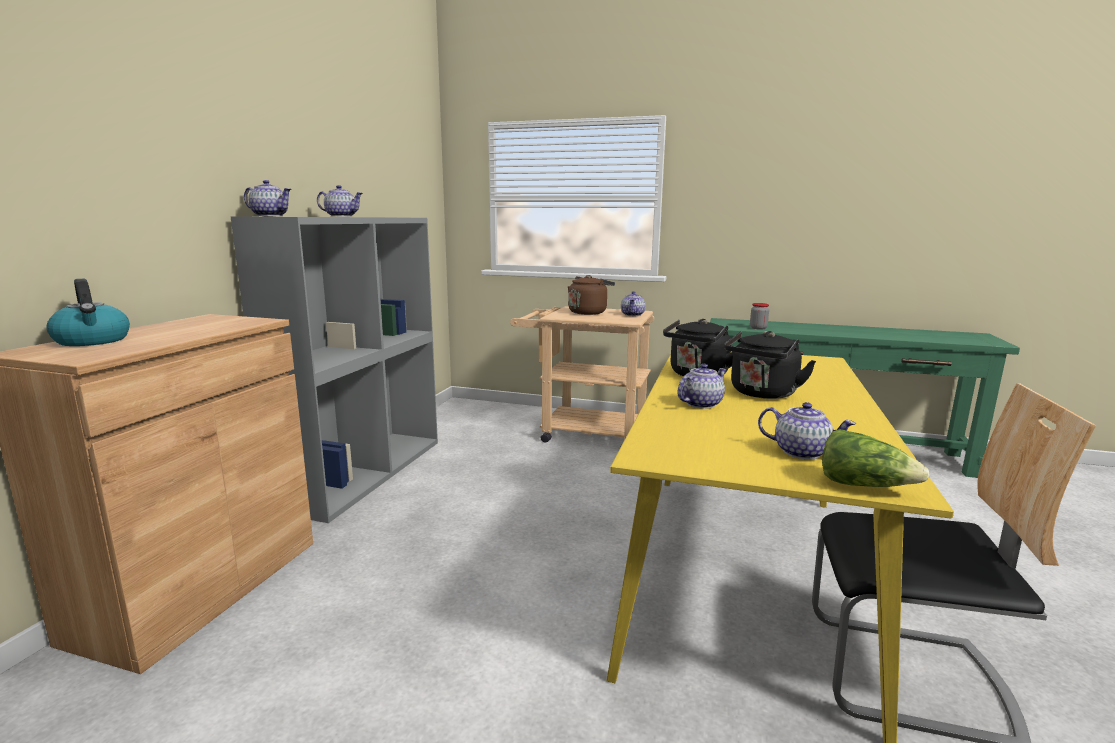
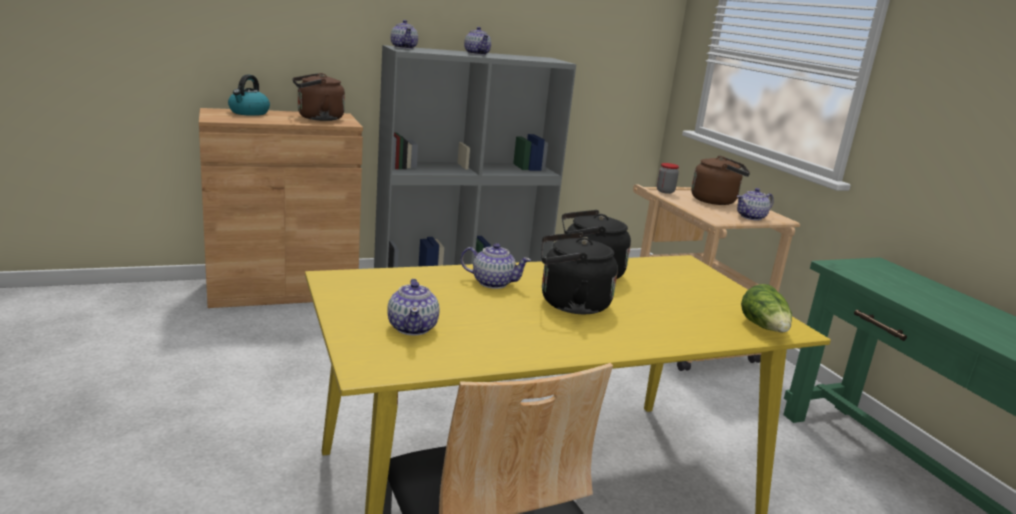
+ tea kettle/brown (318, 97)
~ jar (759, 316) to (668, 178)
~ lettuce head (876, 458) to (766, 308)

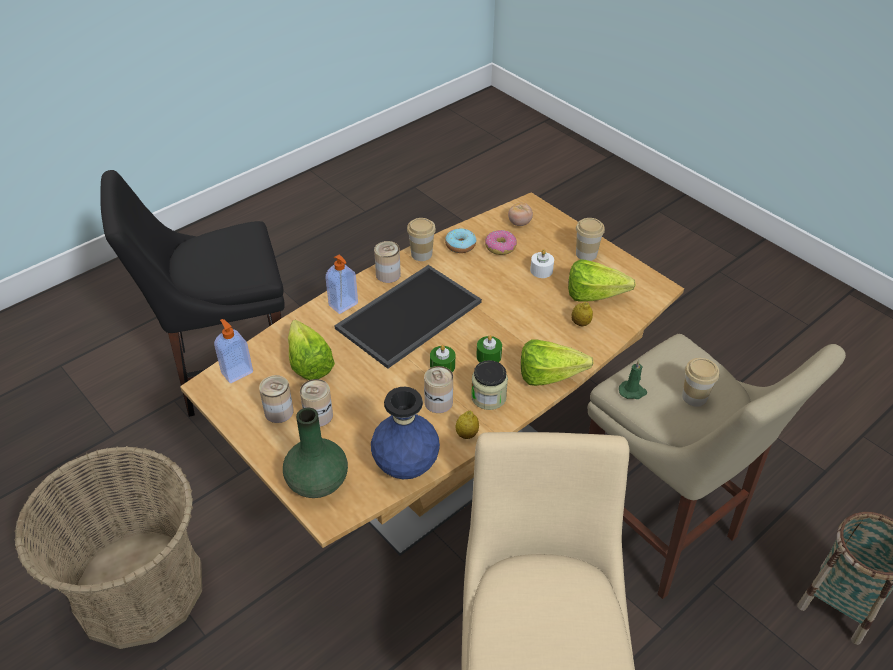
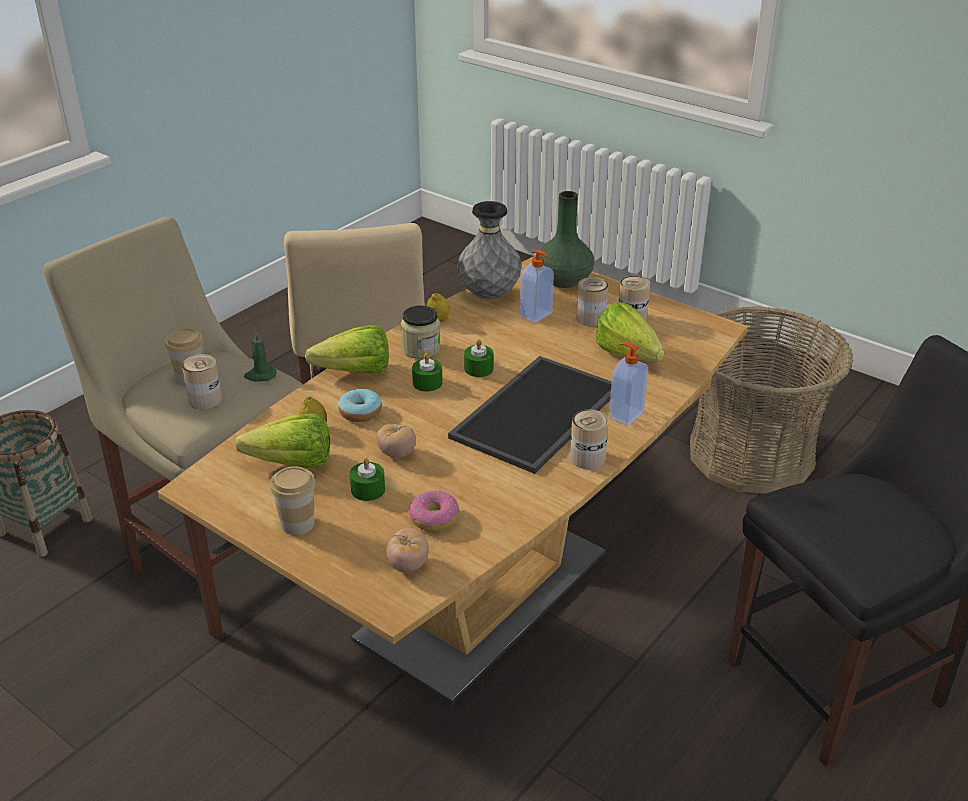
~ metal can (438, 389) to (202, 381)
~ donut (460, 240) to (360, 405)
~ wax candle/white (542, 263) to wax candle/greenish (367, 479)
+ whole tomato (396, 441)
~ vase/blue (405, 433) to vase/greyish (489, 250)
~ liquid soap bottle (233, 351) to (537, 286)
- small cup (421, 239)

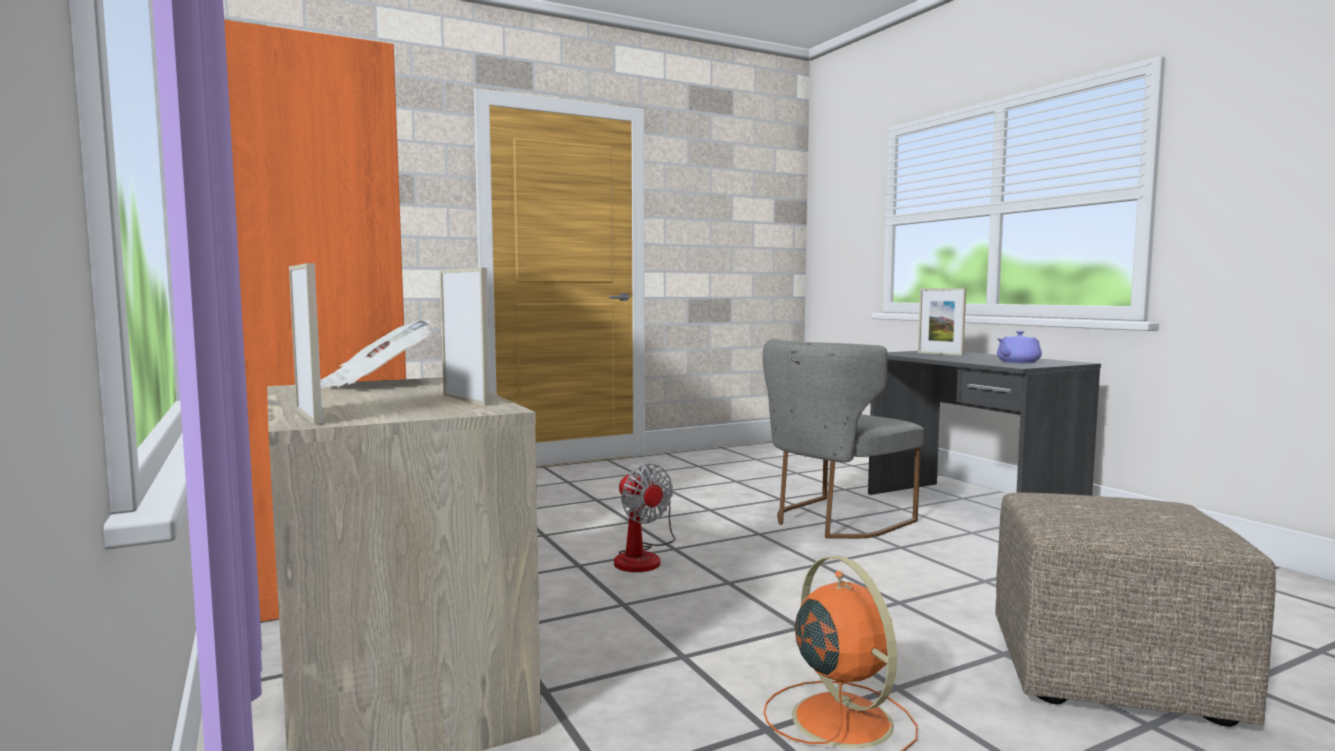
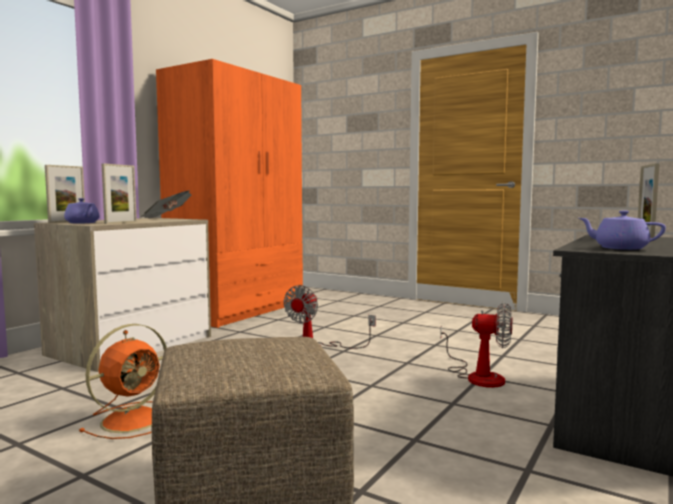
+ tea pot/purple (81, 211)
~ chair/greyish (843, 439) to cooling fan (476, 345)

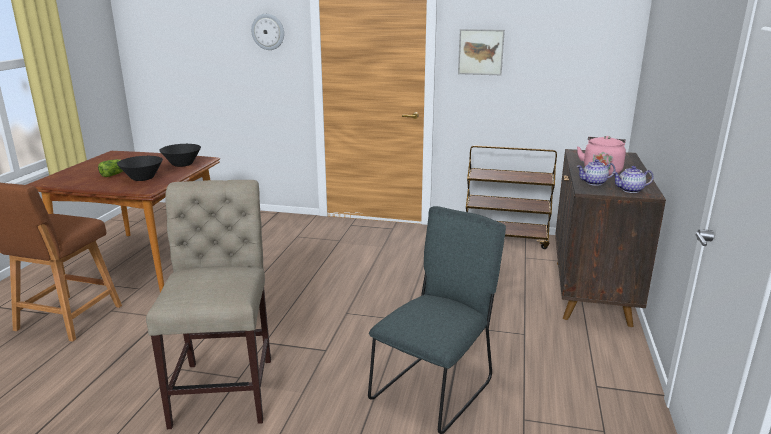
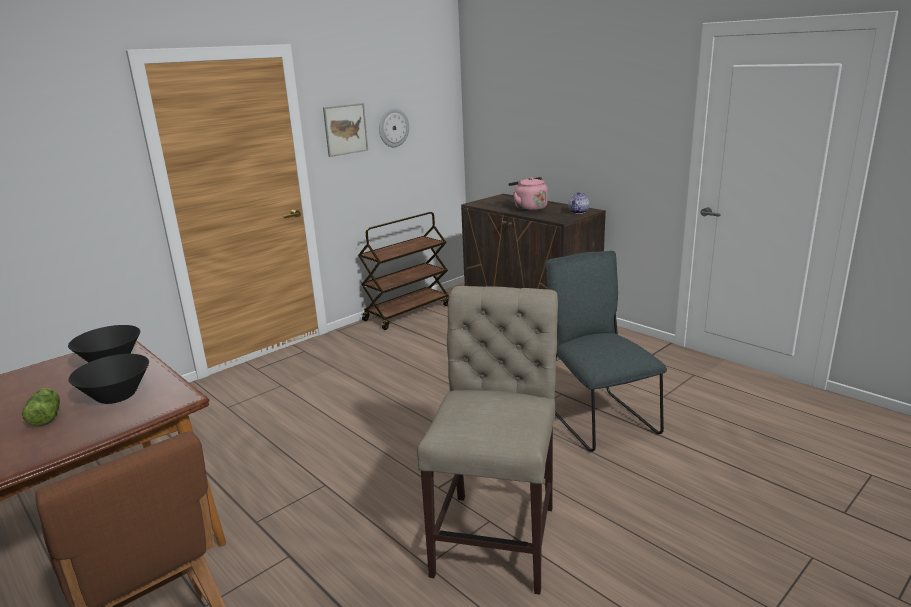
~ clock on the wall (267, 32) to (394, 127)
~ chair/beige-coloured (208, 304) = (487, 440) 75 degrees clockwise
- tea pot (595, 172)

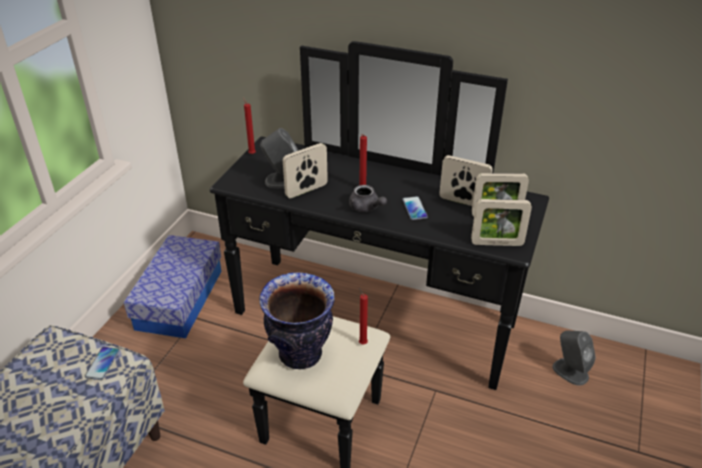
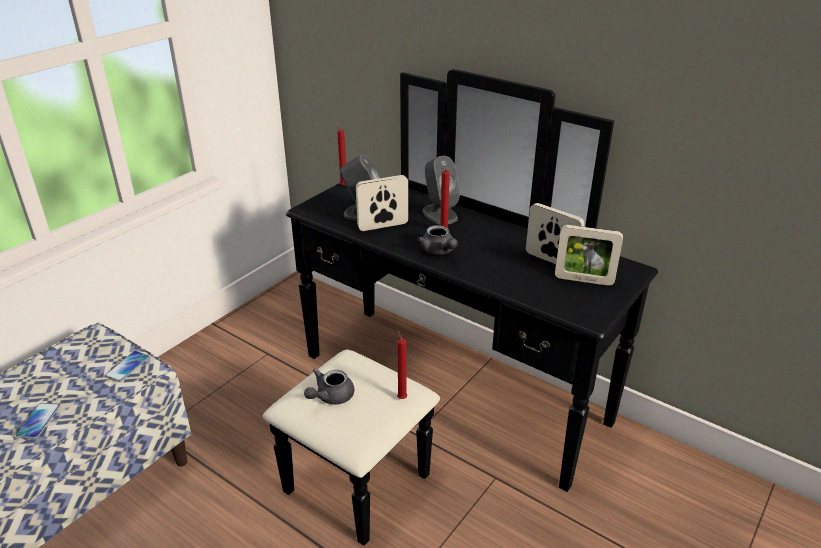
~ handset (415, 208) to (38, 421)
~ vase (297, 320) to tea pot/greyish (329, 386)
~ speaker/greyish (574, 358) to (441, 190)
- storage box (173, 286)
- photo frame (501, 222)

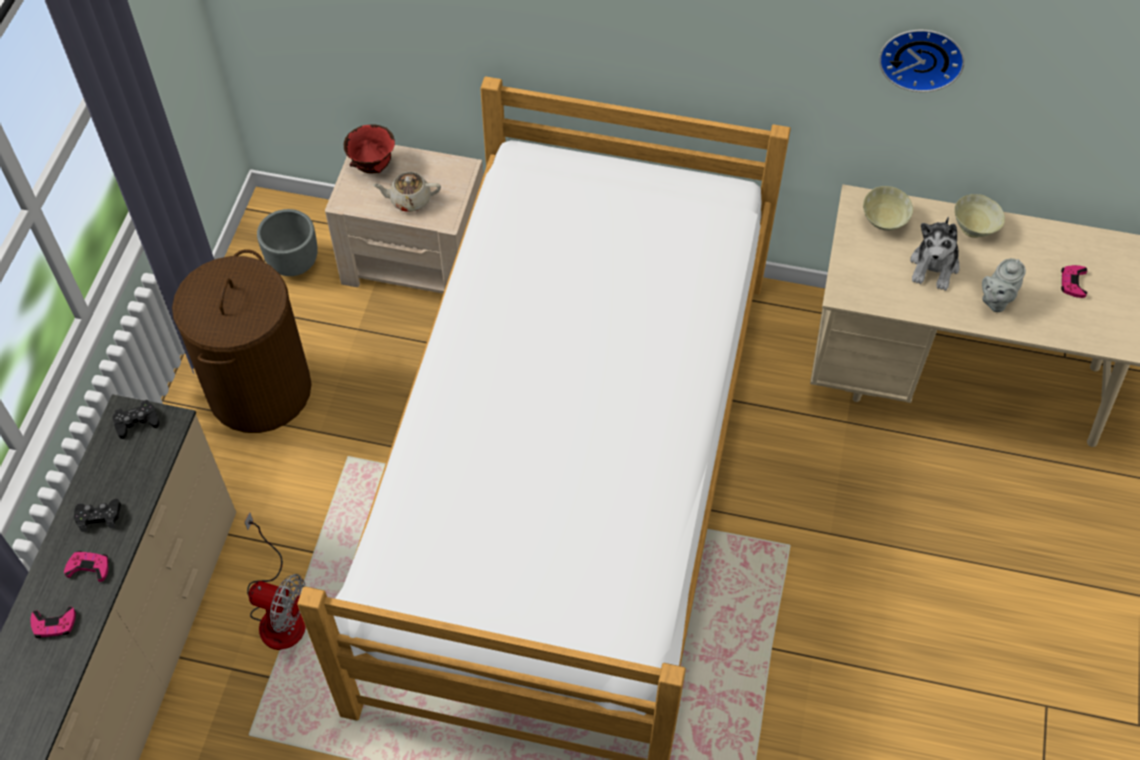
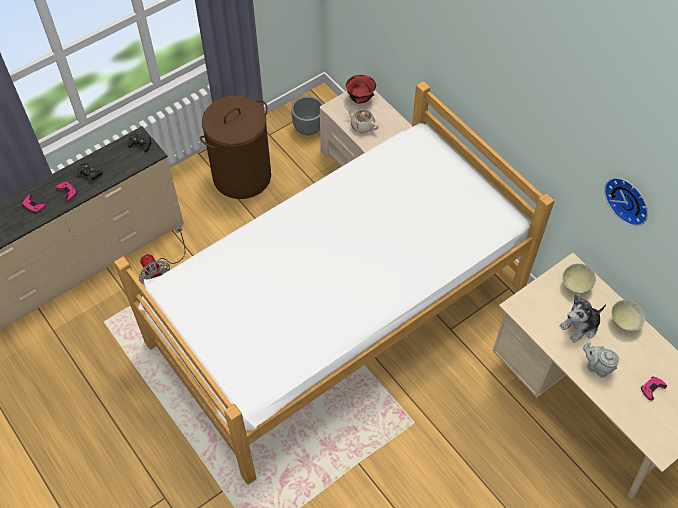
~ tea pot/greyish (1004, 285) = (601, 360) 45 degrees clockwise

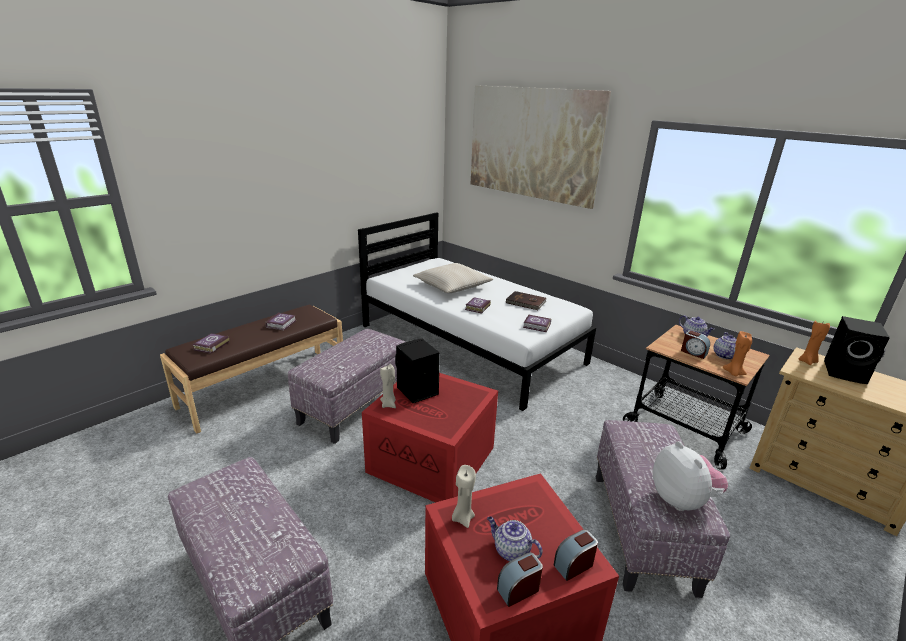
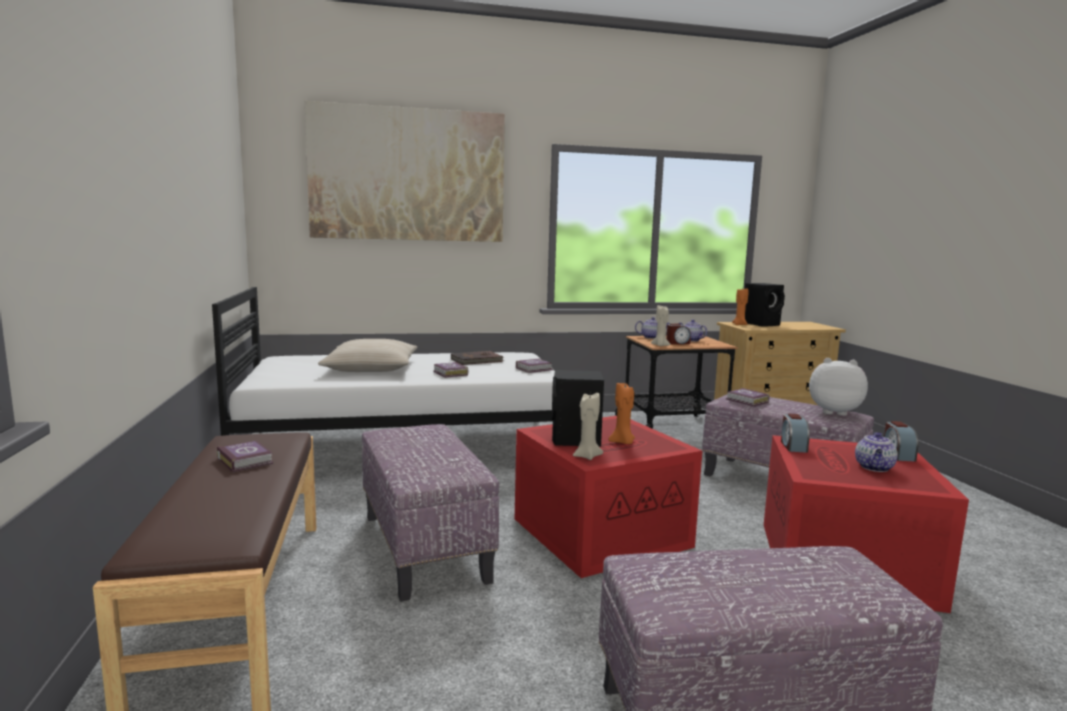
~ wax candle/orange-coloured (737, 353) to (621, 413)
~ wax candle/beige-coloured (464, 496) to (661, 325)
~ bound book (210, 343) to (748, 397)
~ bedside clock (520, 579) to (795, 433)
~ tea pot (514, 538) = (876, 452) 45 degrees counterclockwise

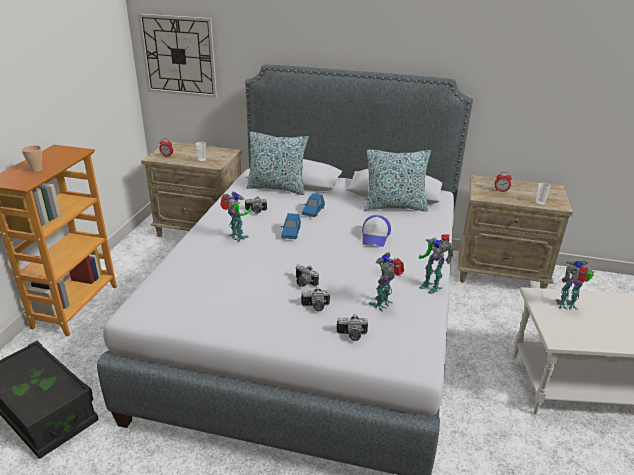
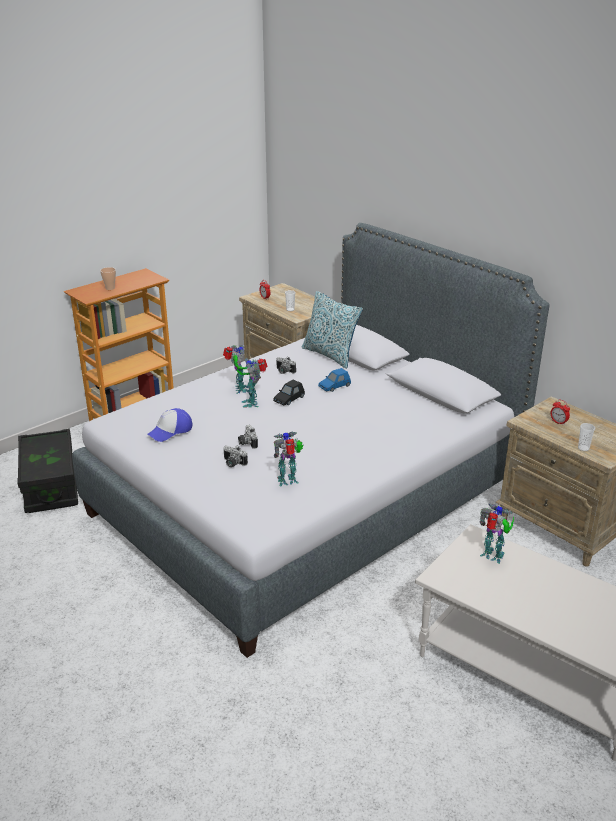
~ cap (376, 231) to (169, 425)
~ model robot (436, 264) to (252, 383)
~ toy car/blue (291, 226) to toy car/black (289, 393)
- clock on the wall (177, 56)
- photo camera (352, 328)
- throw pillow (397, 180)

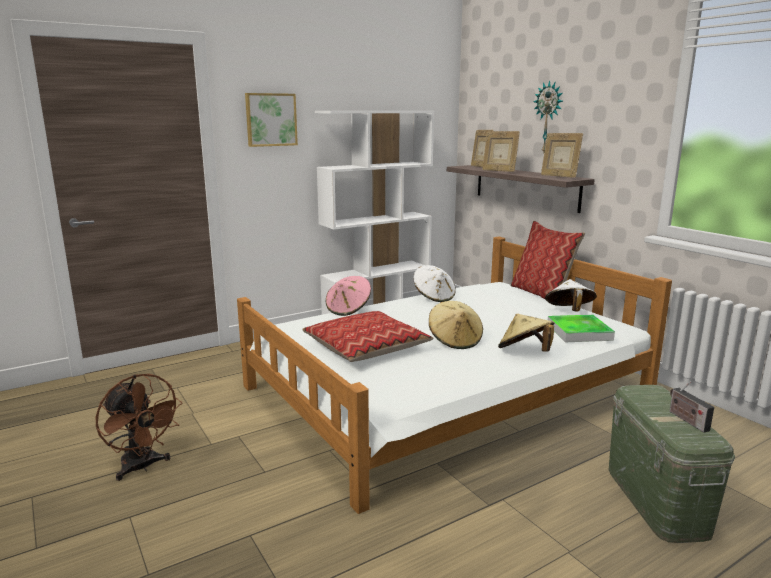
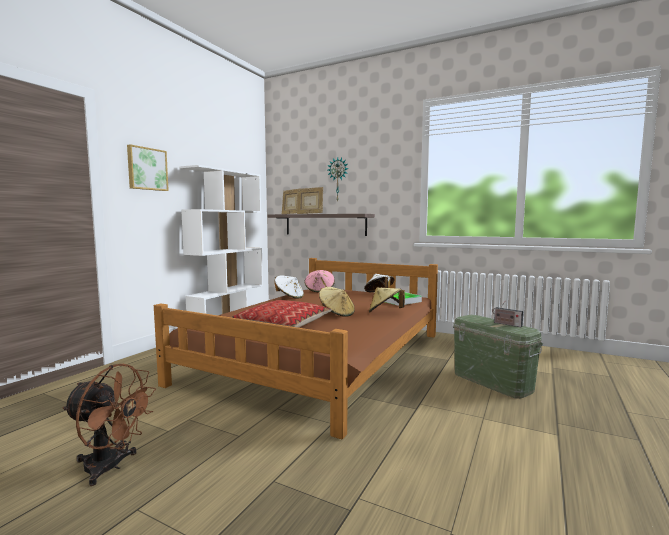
~ sleeping bed/white (454, 375) to sleeping bed/brown (296, 348)
~ wearable hat/pink (348, 296) to (319, 281)
- throw pillow (548, 260)
- photo frame (562, 155)

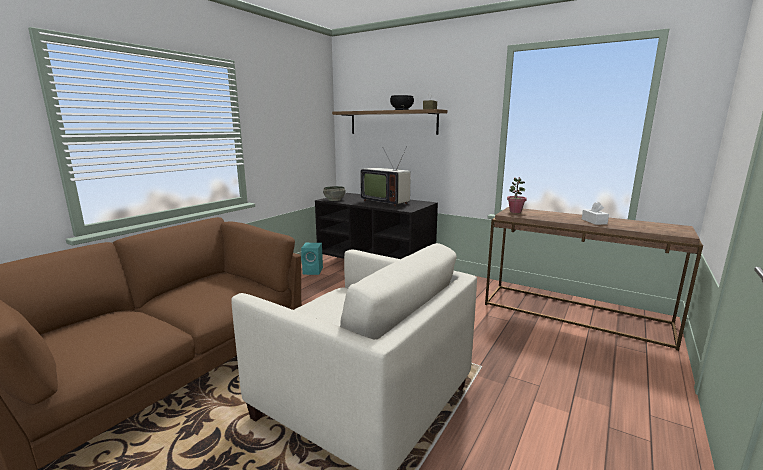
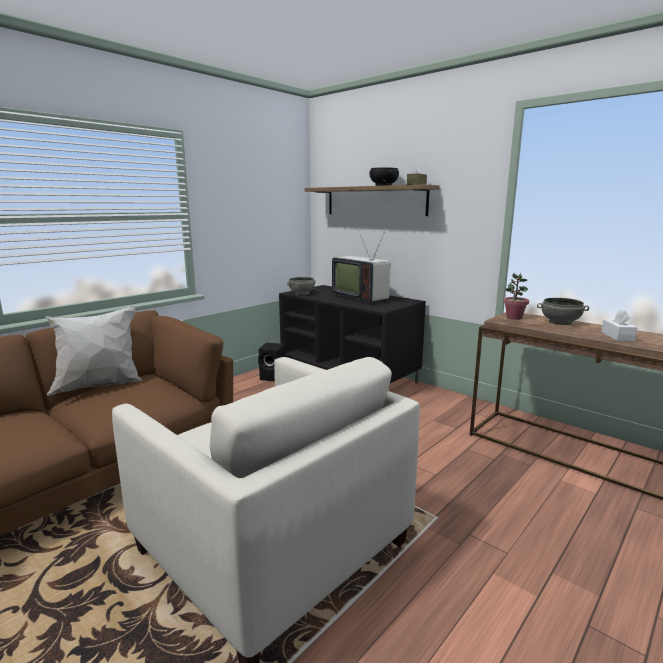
+ throw pillow/white (93, 351)
~ speaker/blue-green (312, 259) to speaker/black (271, 362)
+ deep dish/greyish (563, 311)

